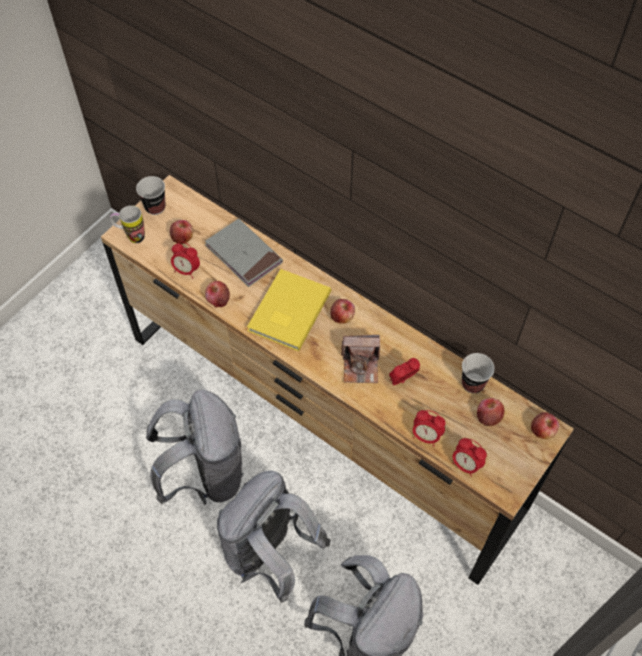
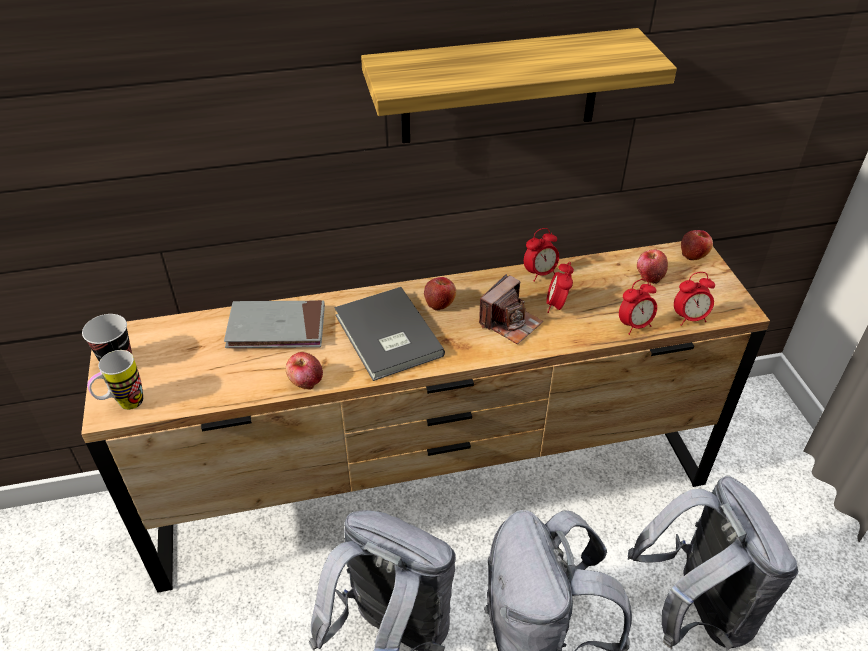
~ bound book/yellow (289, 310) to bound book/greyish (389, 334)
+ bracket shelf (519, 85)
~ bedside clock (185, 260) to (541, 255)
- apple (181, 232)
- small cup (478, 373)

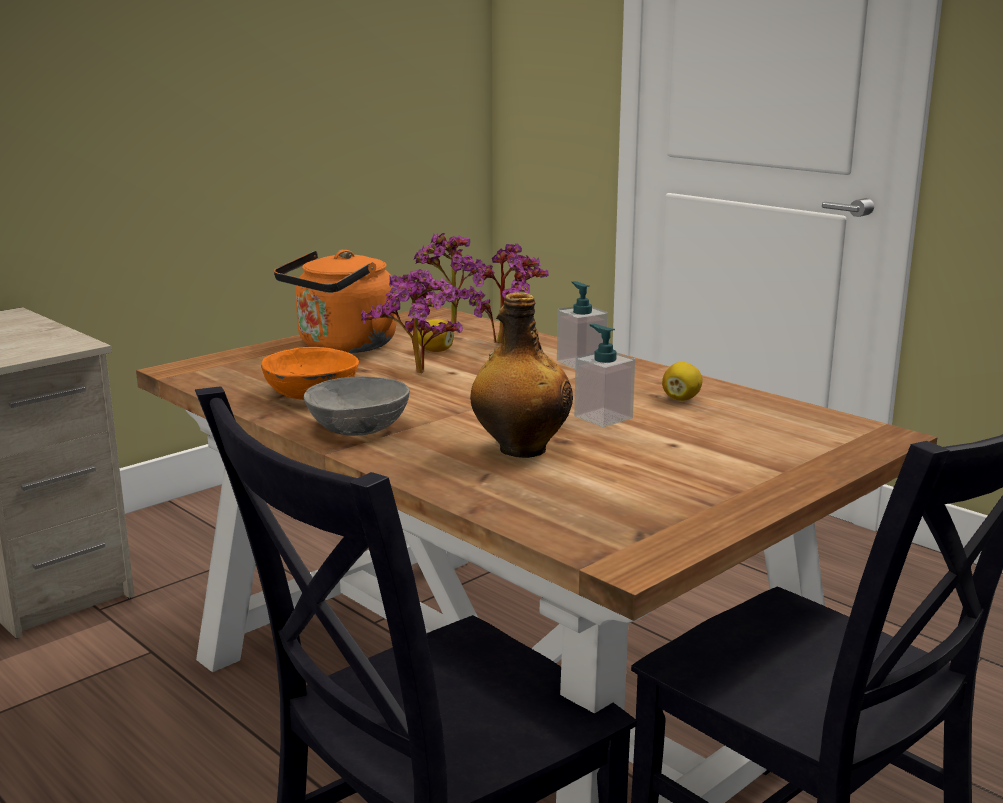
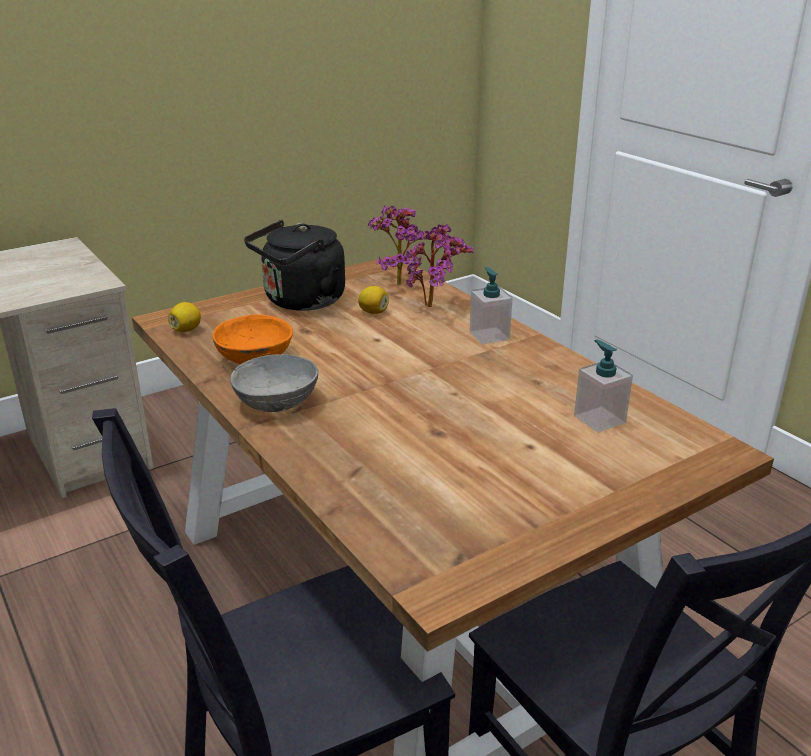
~ whole lemon (682, 381) to (184, 317)
~ tea kettle/orange-coloured (335, 301) to tea kettle/black (294, 265)
~ liquid soap bottle (604, 375) to (603, 386)
- houseplant (412, 321)
- bottle (521, 375)

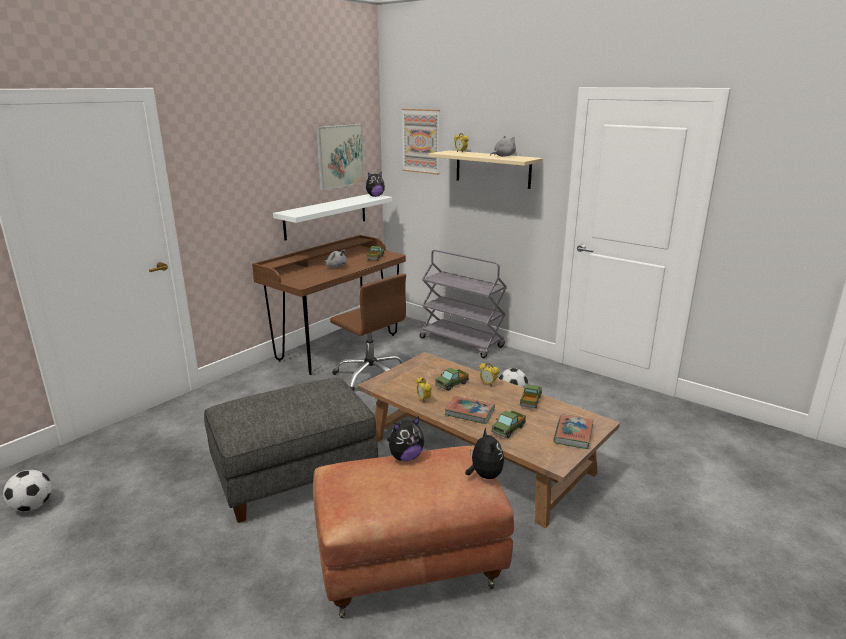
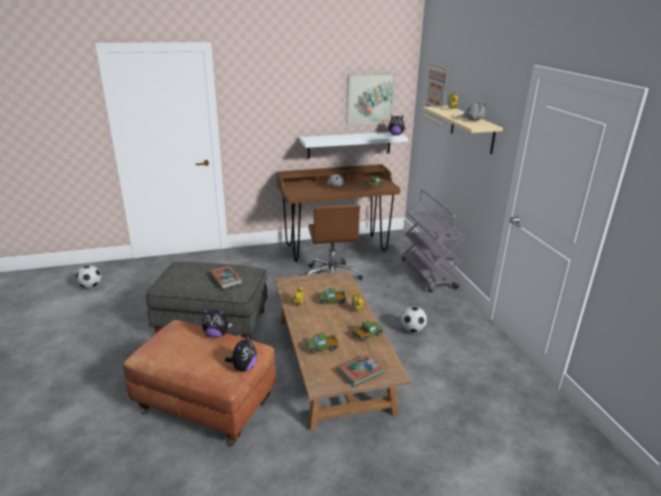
~ bound book (469, 410) to (226, 277)

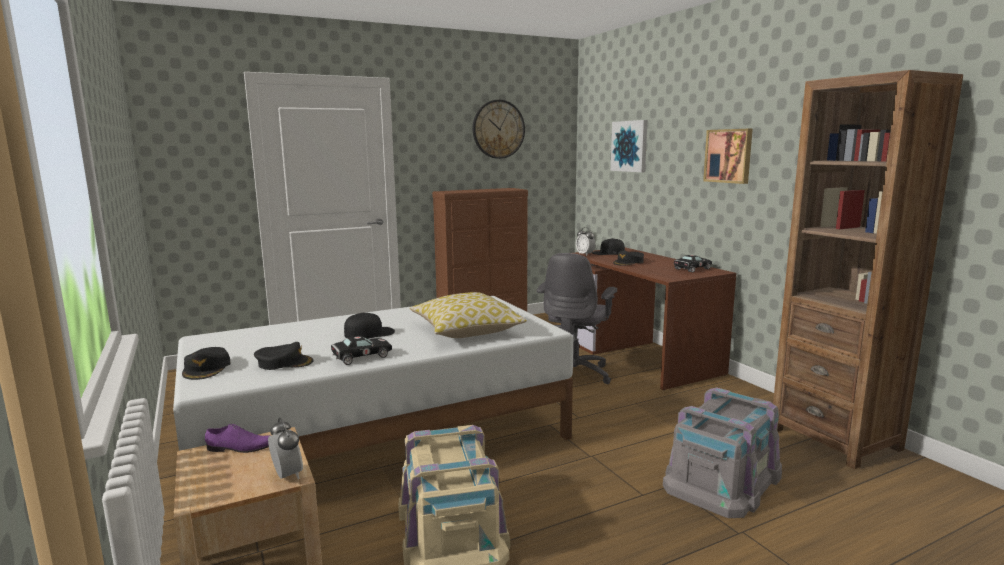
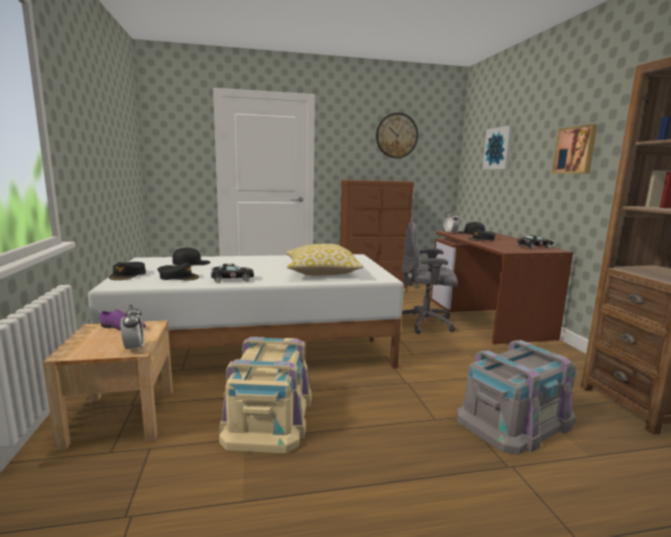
~ cap/black (369, 326) to (191, 256)
~ office chair/greyish (577, 318) = (430, 278) 60 degrees clockwise

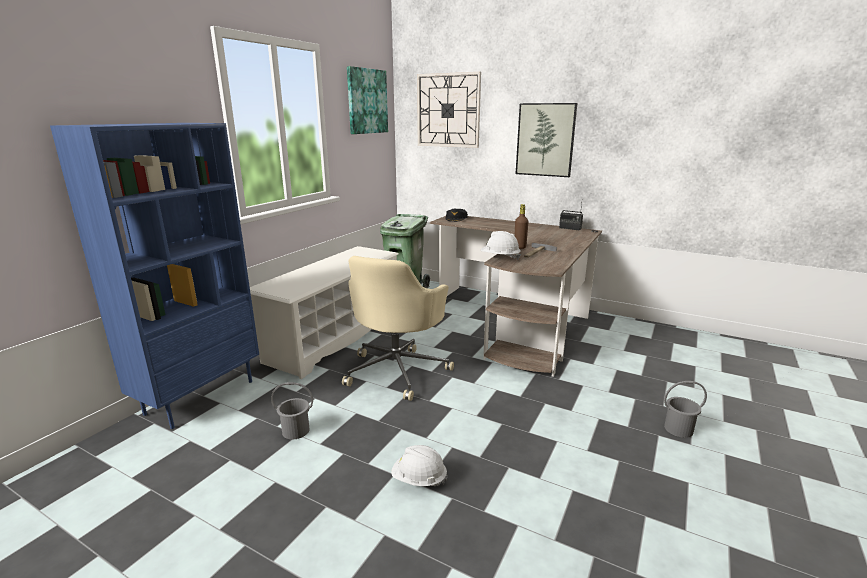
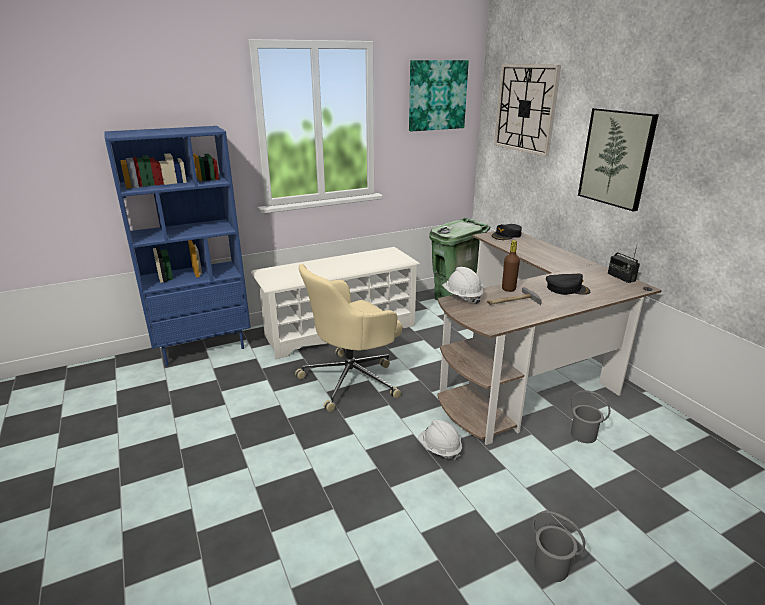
~ hard hat/white (419, 465) to (440, 440)
+ cap/black (568, 284)
~ bucket/greyish (292, 410) to (589, 416)

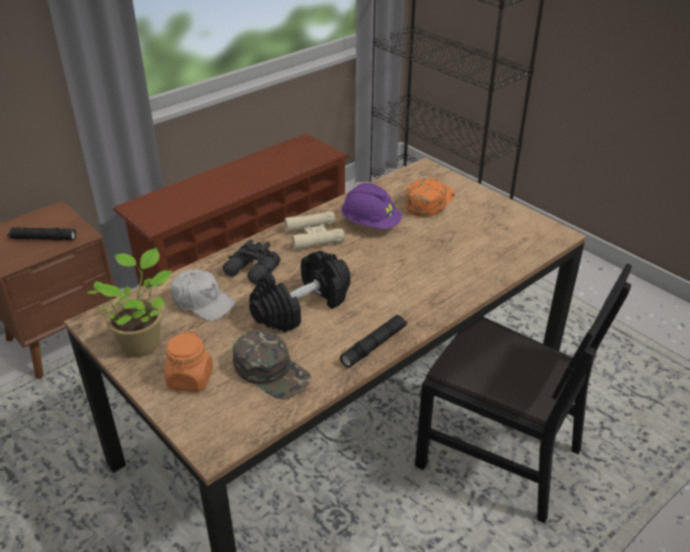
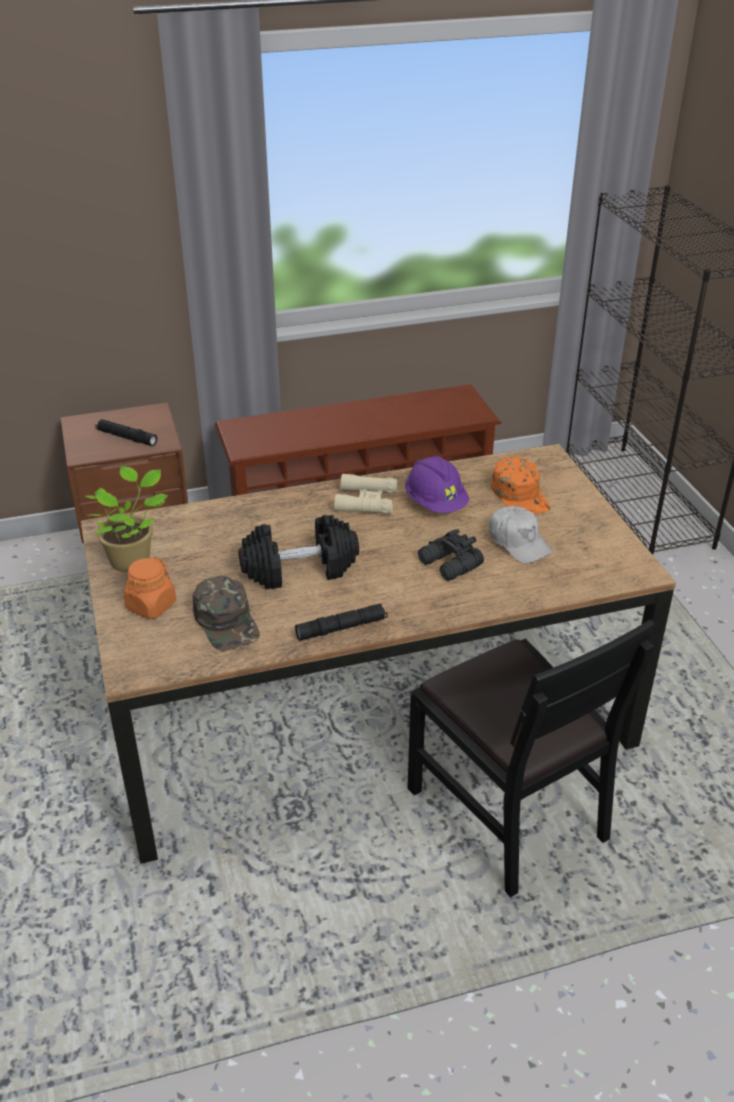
~ binoculars/black (251, 261) to (451, 555)
~ cap/white (203, 295) to (521, 535)
~ cap/orange-coloured (430, 198) = (520, 485) 105 degrees clockwise

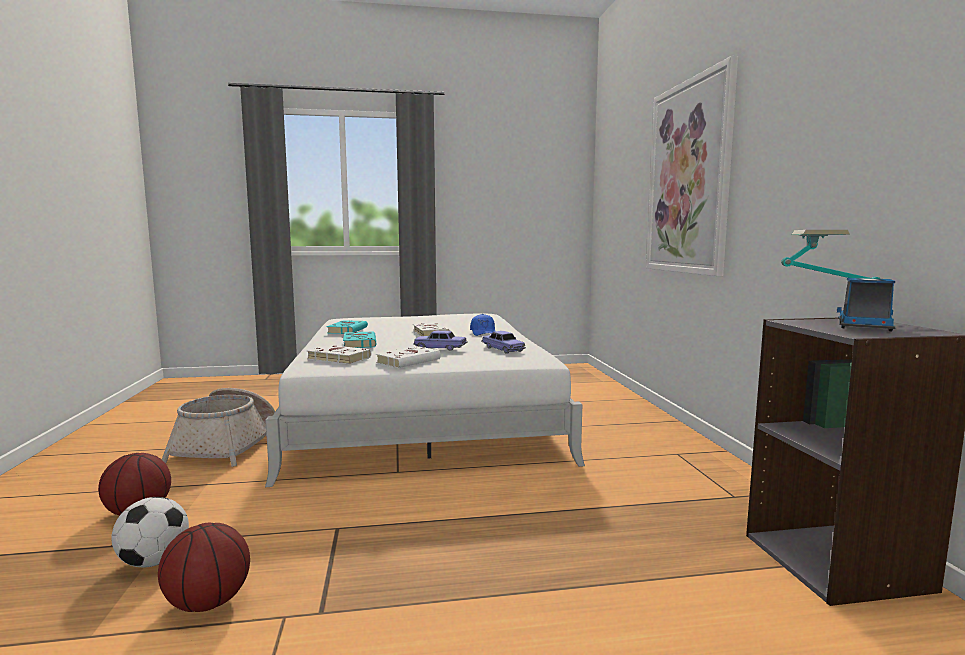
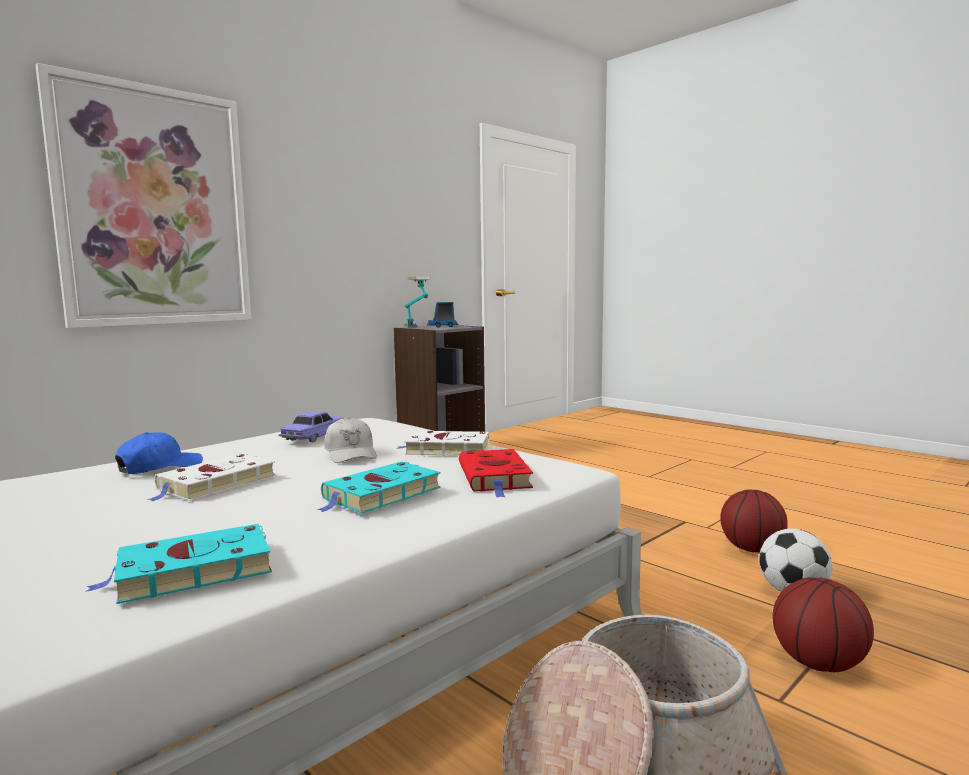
~ toy car (440, 341) to cap/white (350, 440)
~ bound book/white (338, 354) to bound book/red (496, 473)

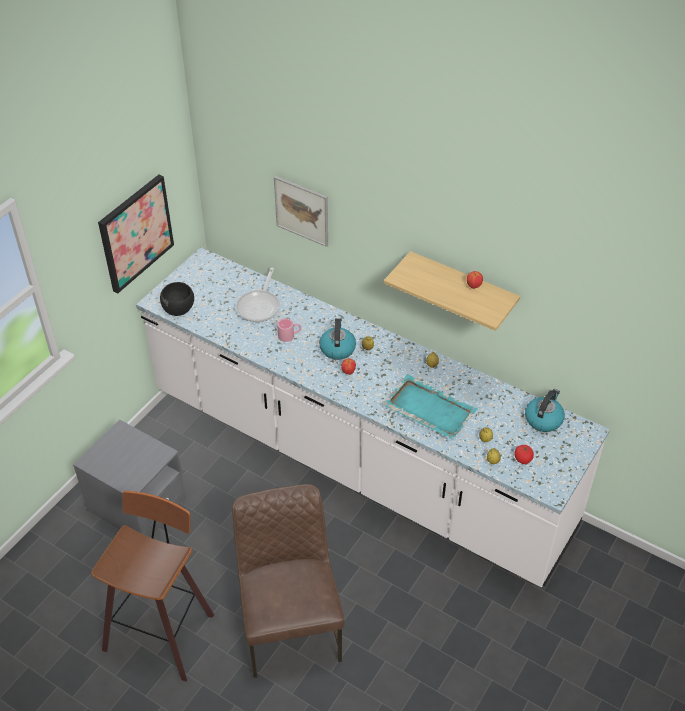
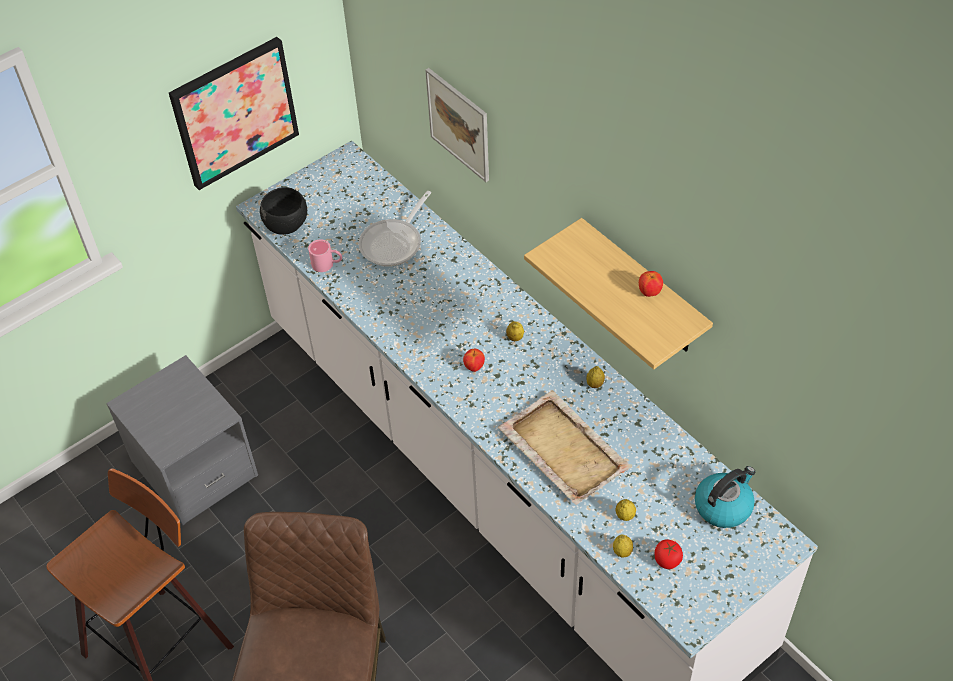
~ tea mug/pink (289, 330) to (325, 255)
~ carrying tray/blue-green (430, 407) to carrying tray/beige-coloured (565, 447)
- tea kettle (337, 339)

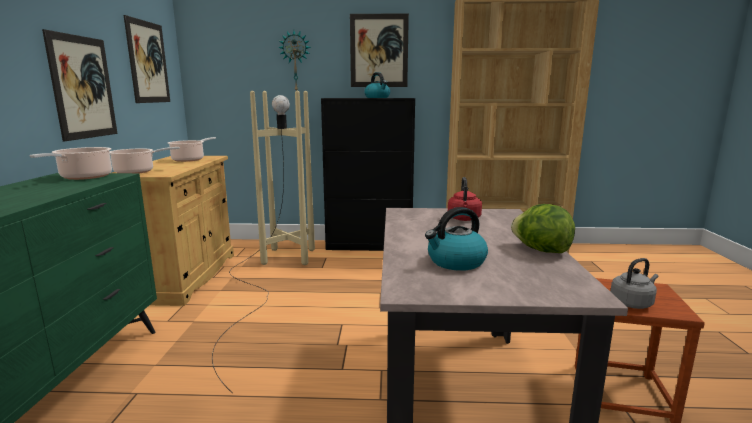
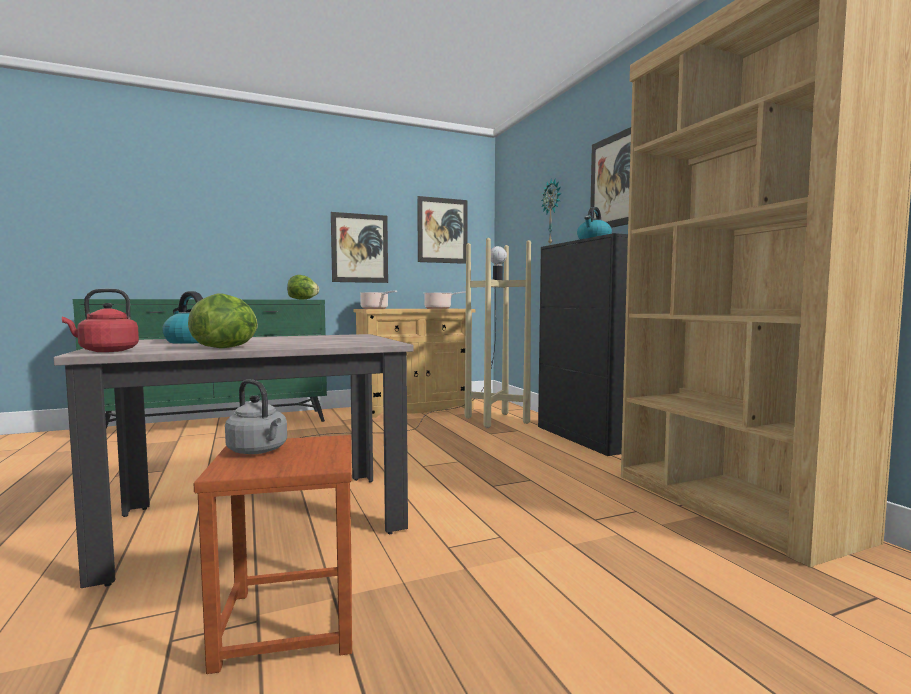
~ tea kettle/red (465, 199) to (100, 320)
~ cooking pot (70, 163) to lettuce head (303, 287)

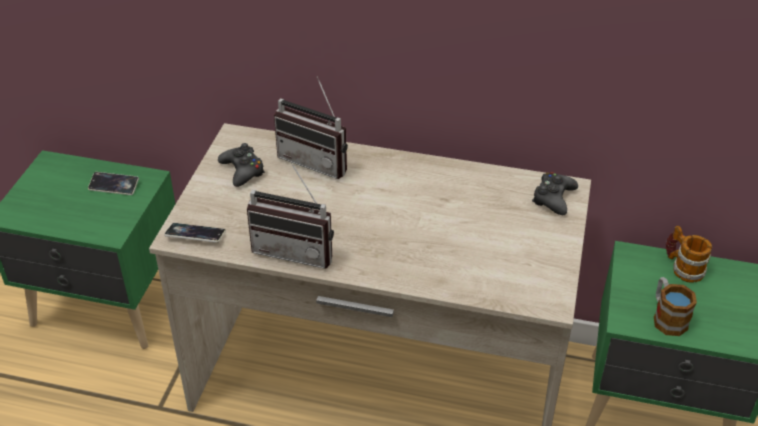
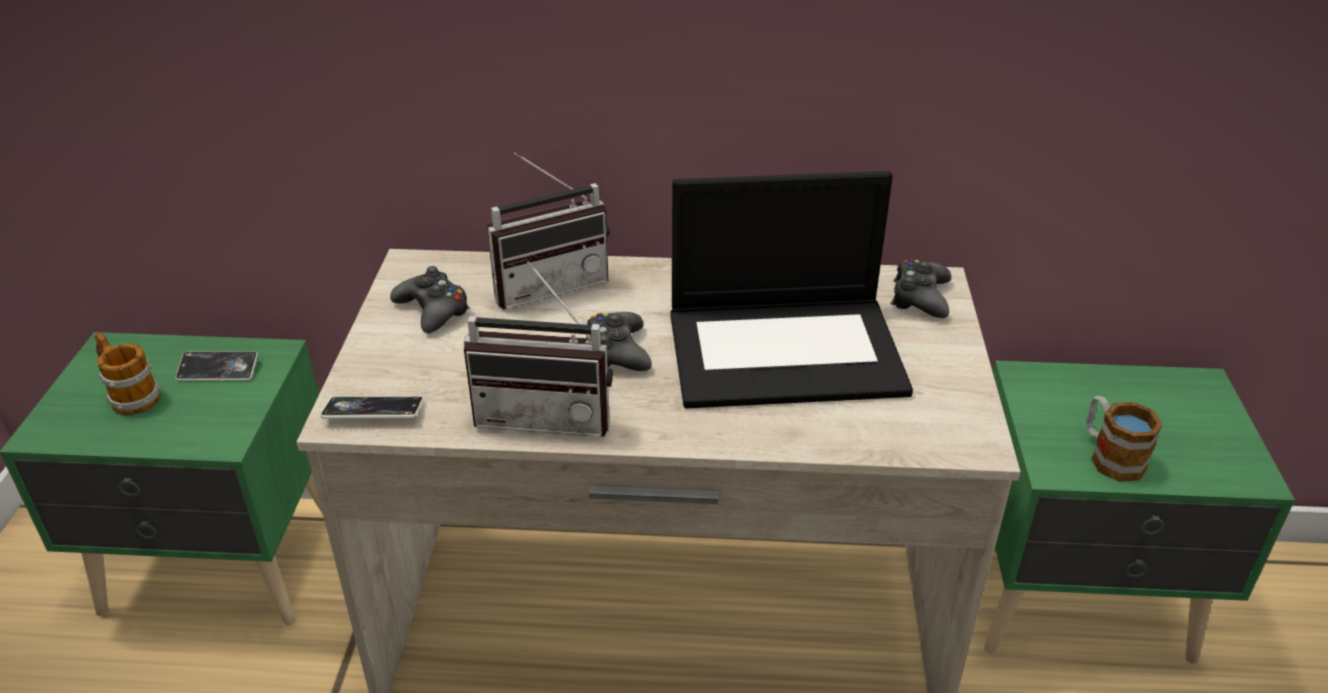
~ tea mug (689, 254) to (127, 373)
~ radio (311, 127) = (548, 230) 45 degrees counterclockwise
+ joypad/black (619, 341)
+ portable computer (792, 290)

